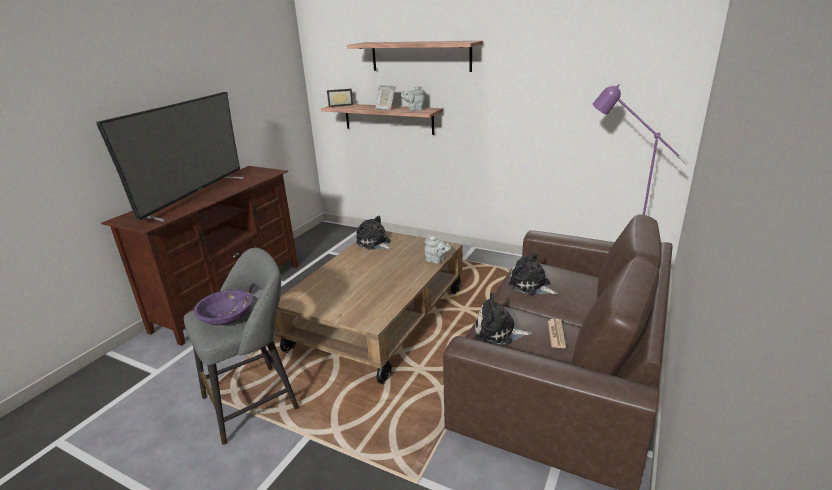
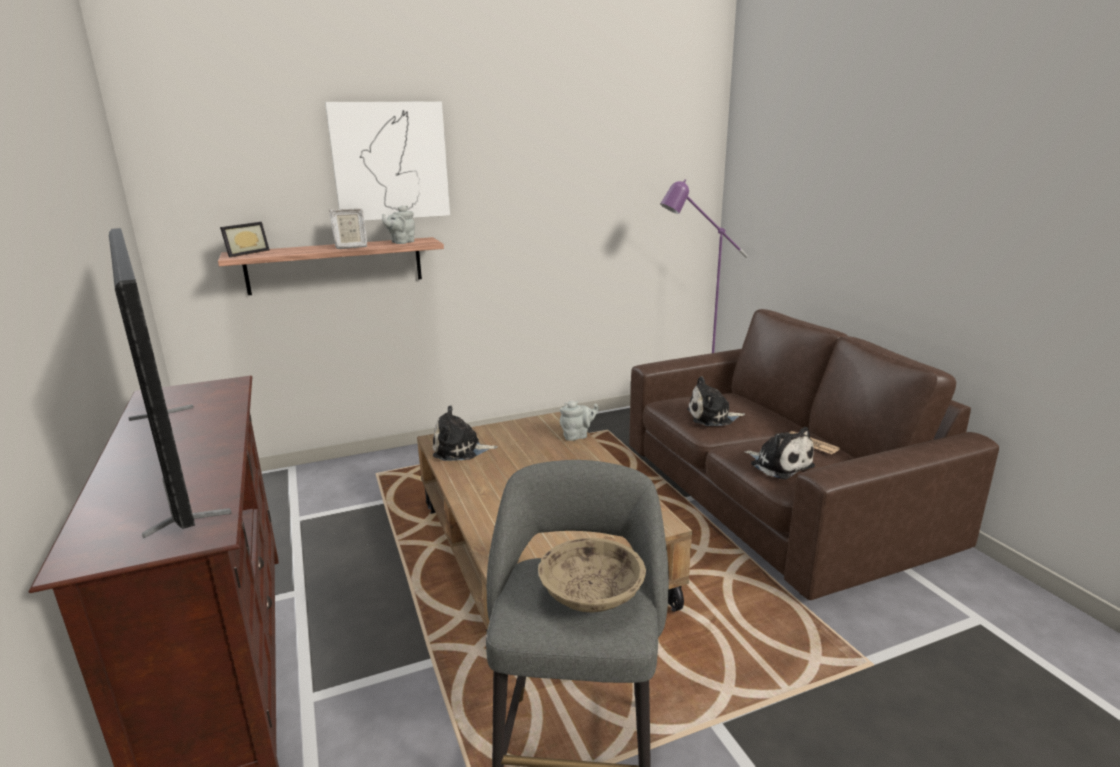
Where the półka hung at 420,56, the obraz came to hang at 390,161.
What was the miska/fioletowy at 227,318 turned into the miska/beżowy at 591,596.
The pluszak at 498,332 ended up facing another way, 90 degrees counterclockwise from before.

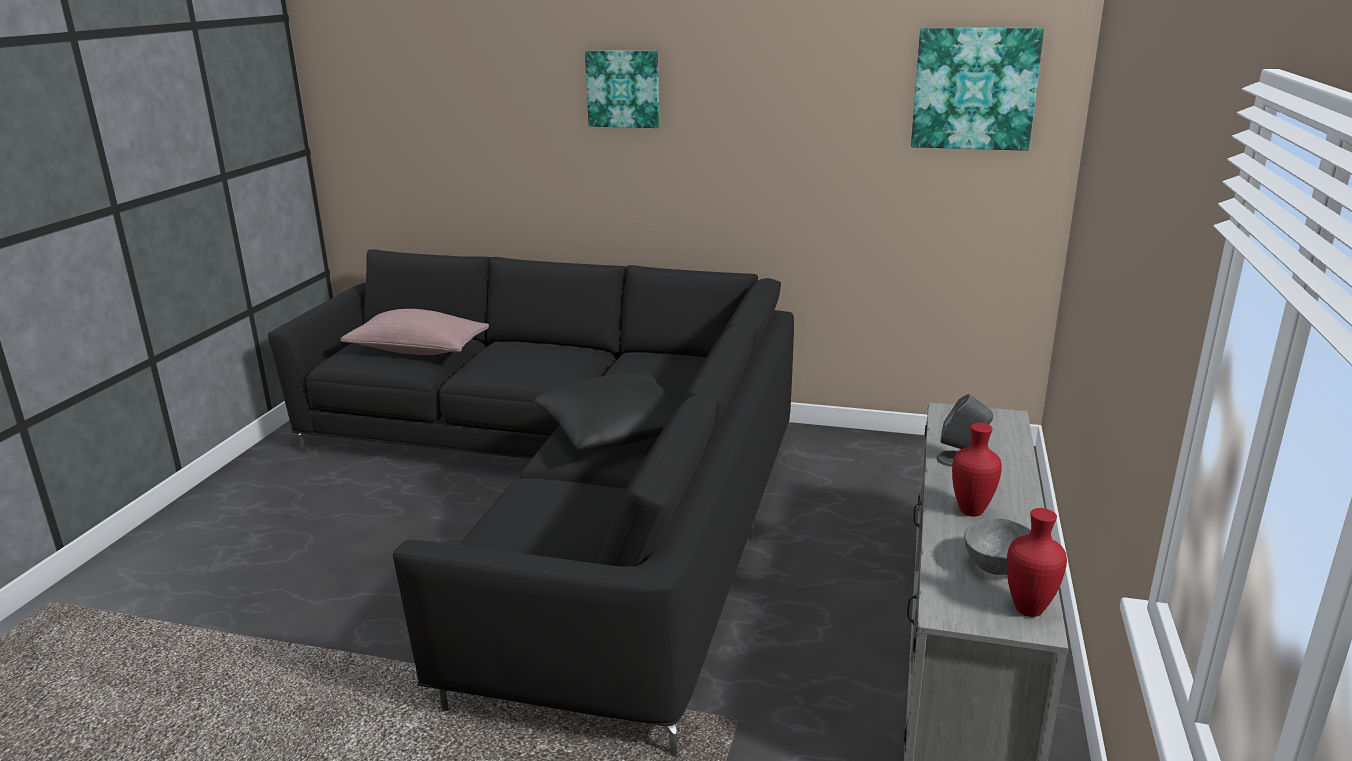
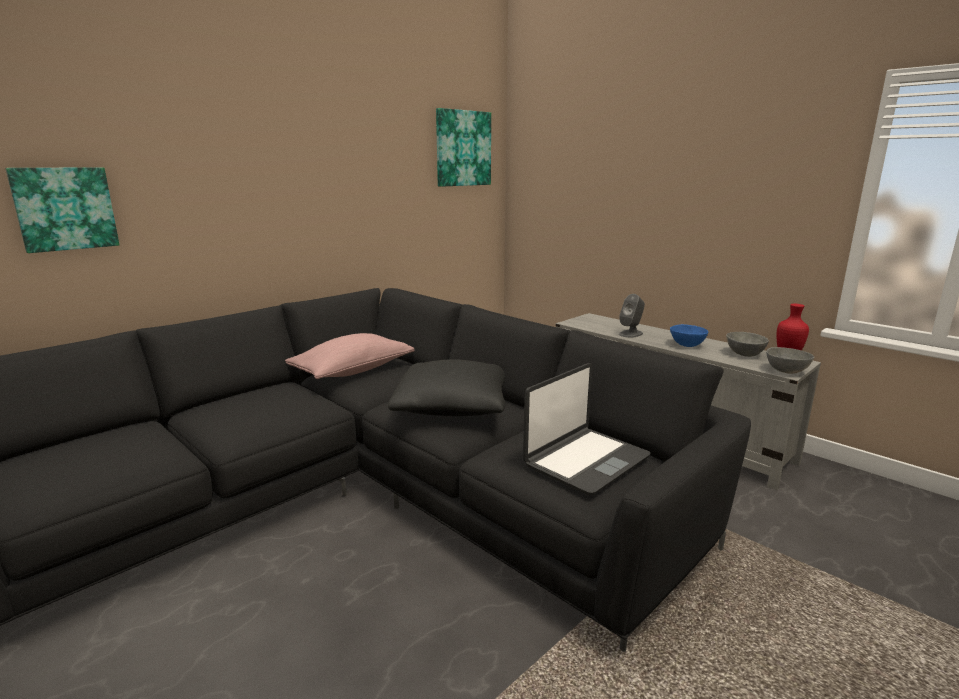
The obraz ended up elsewhere, having gone from 623,88 to 65,208.
The poduszka/różowy ended up elsewhere, having gone from 418,350 to 352,371.
Where the wazon/czerwony stood at 969,511, the miska/niebieski came to stand at 687,345.
The second view gained the miska/szary at 786,371.
The second view gained the laptop at 585,461.

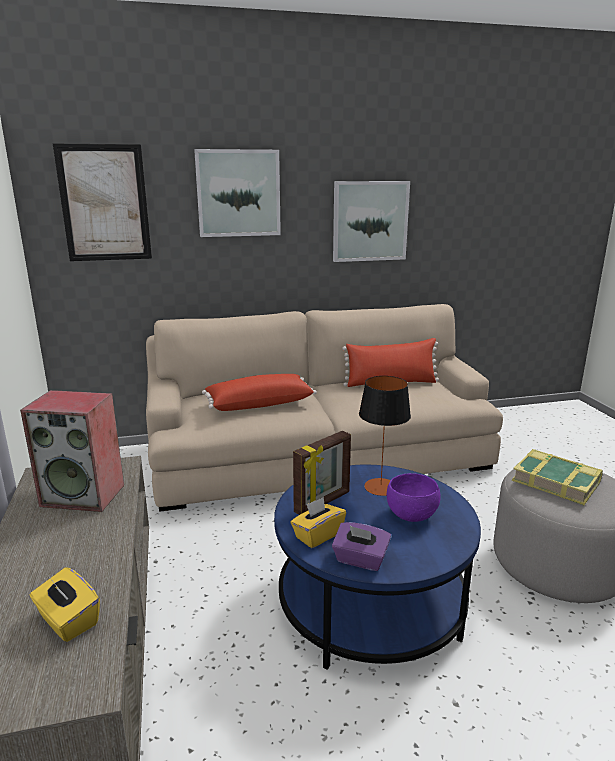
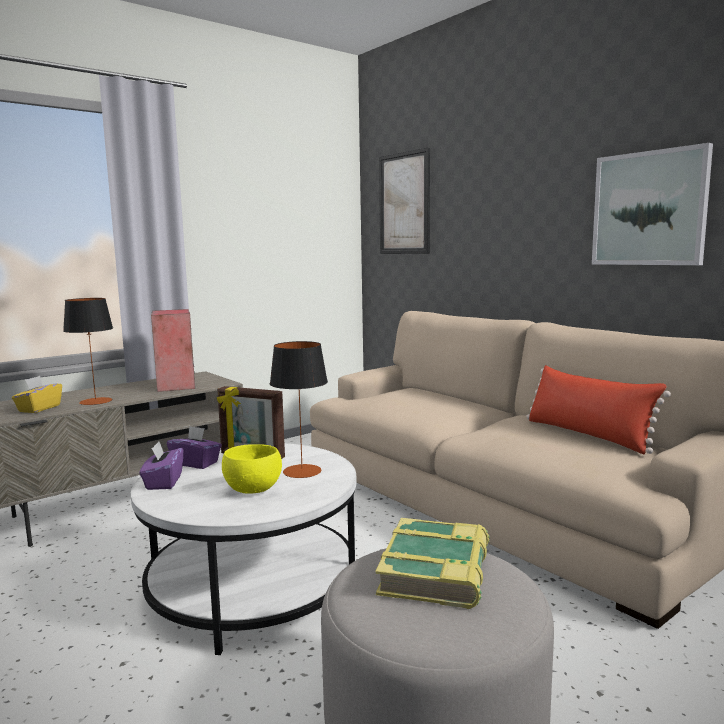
The second view lost the obraz at 238,193.
The second view lost the poduszka/czerwony at 259,403.
What was the ława/niebieski at 371,602 turned into the ława/biały at 253,587.
What was the miska/fioletowy at 412,515 turned into the miska/żółty at 254,490.
What was the pudełko chusteczek/żółty at 318,535 turned into the pudełko chusteczek/fioletowy at 196,463.
The second view gained the lampa stołowa at 95,401.

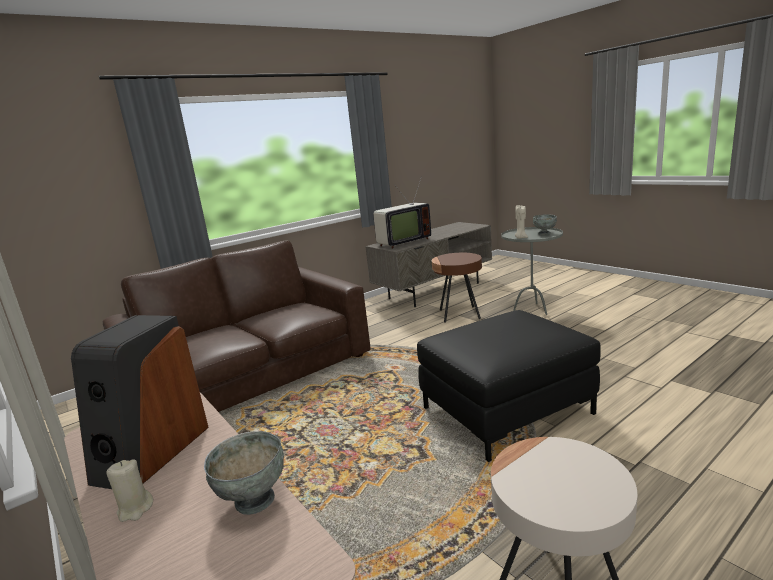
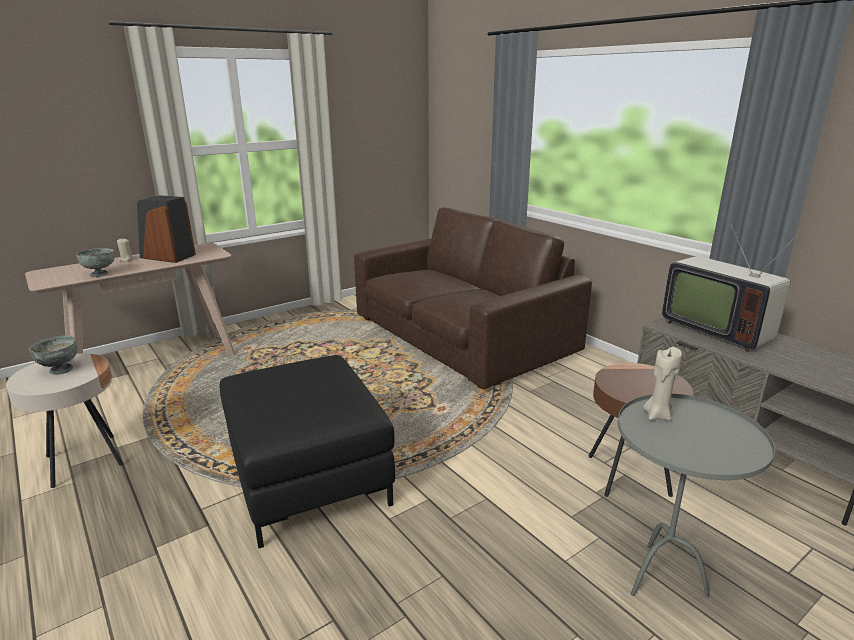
The miska/szary ended up elsewhere, having gone from 545,233 to 60,370.

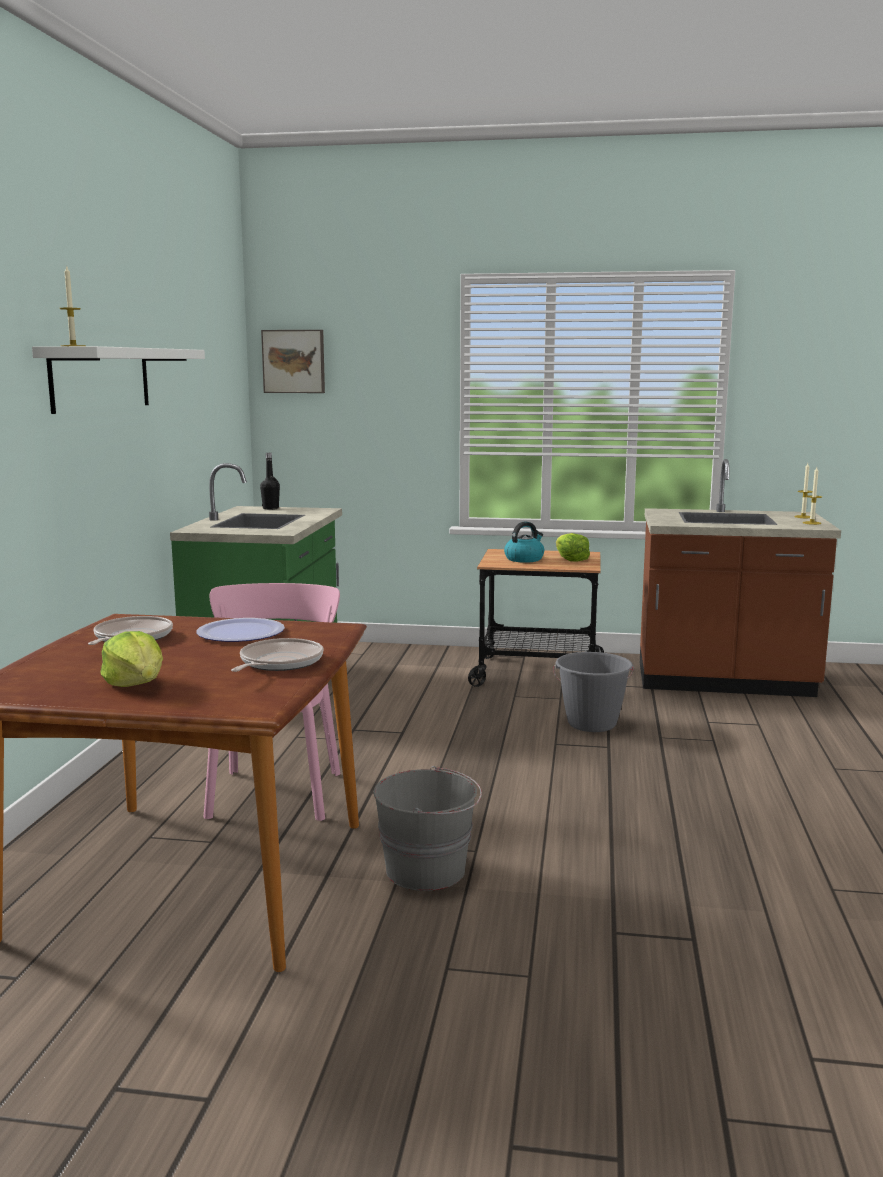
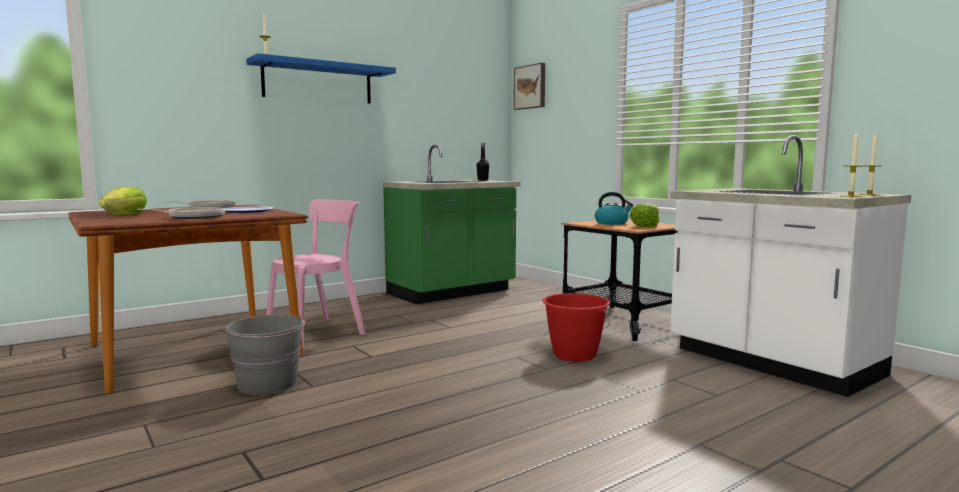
What was the półka/biały at 101,378 turned into the półka/niebieski at 318,83.
What was the zabudowa kuchenna/brązowy at 725,682 turned into the zabudowa kuchenna/biały at 771,363.
What was the wiadro/szary at 591,724 turned into the wiadro/czerwony at 574,355.

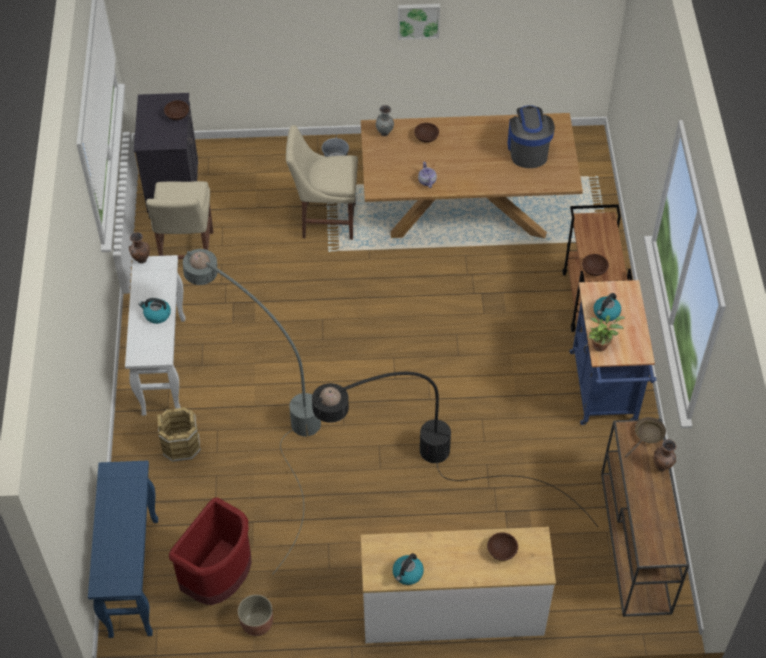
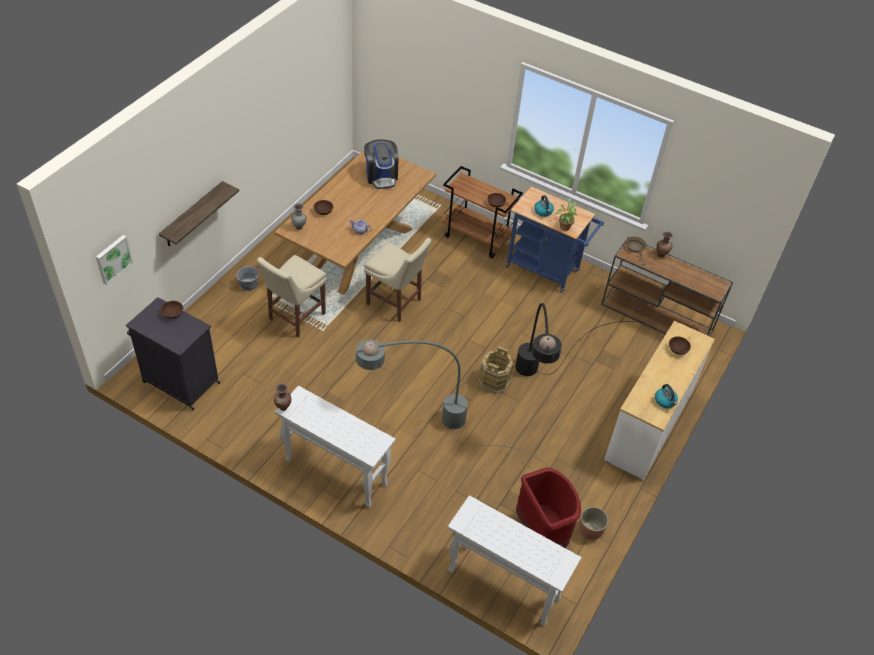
The obraz ended up elsewhere, having gone from 418,20 to 113,259.
The ekspres do kawy at 528,150 ended up facing another way, 135 degrees counterclockwise from before.
The krzesło/beżowy ended up elsewhere, having gone from 187,253 to 396,303.
The second view lost the czajnik at 157,315.
The wiadro/brązowy ended up elsewhere, having gone from 181,445 to 494,381.
What was the stolik konsolowy/niebieski at 133,576 turned into the stolik konsolowy/biały at 502,584.
The second view gained the półka at 192,215.

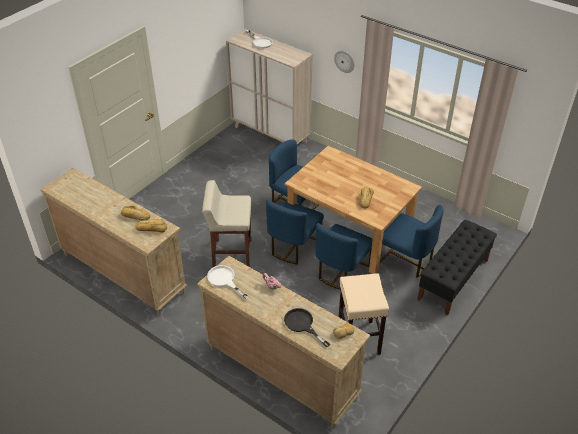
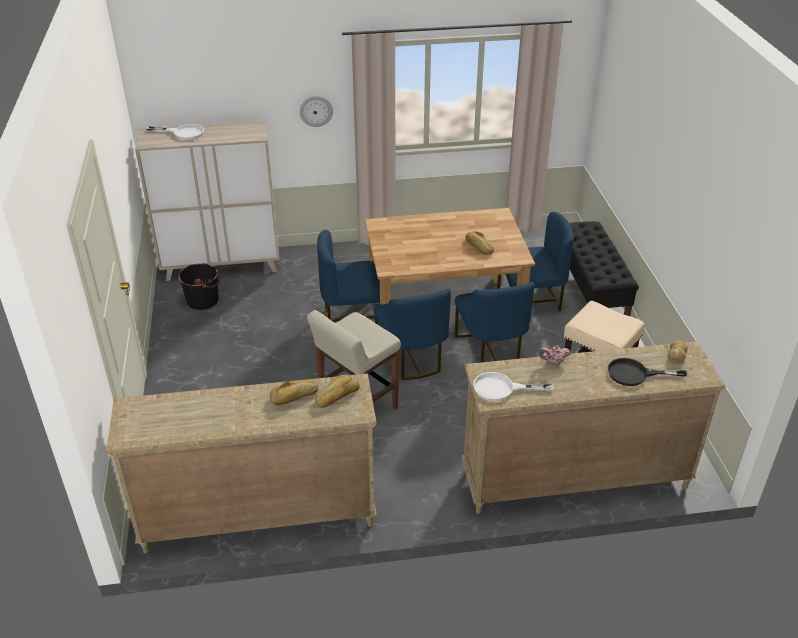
The second view gained the wiadro/czarny at 203,300.

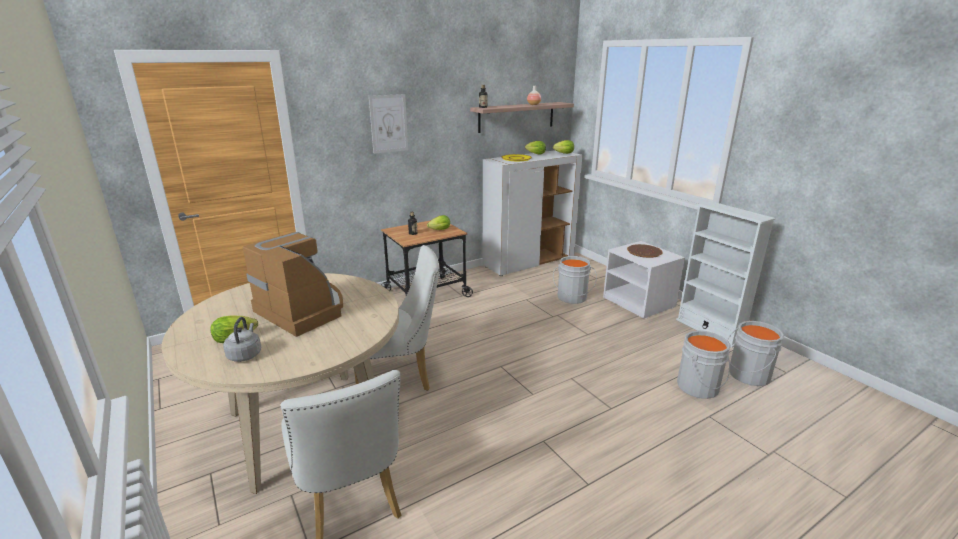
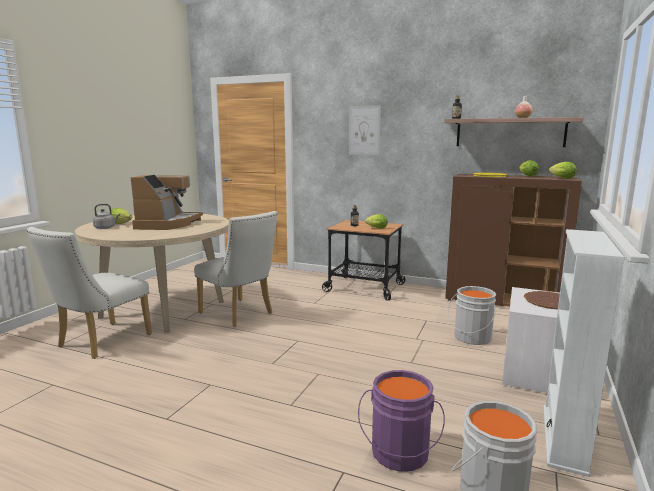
What was the szafka/biały at 529,262 turned into the szafka/brązowy at 503,302.
What was the wiadro/szary at 699,388 turned into the wiadro/fioletowy at 399,454.

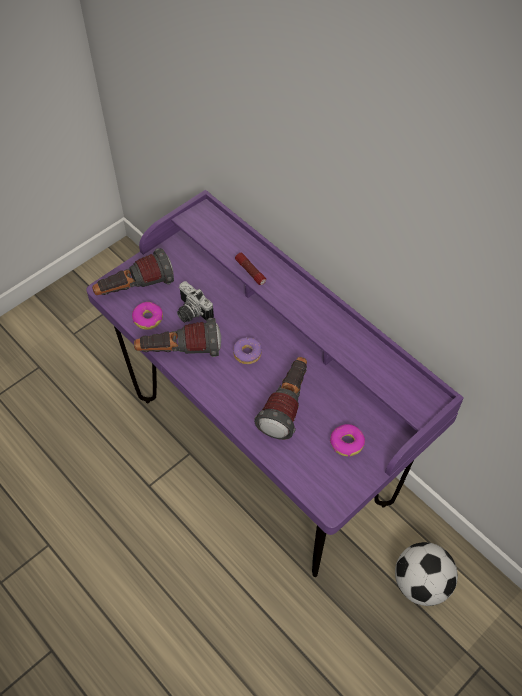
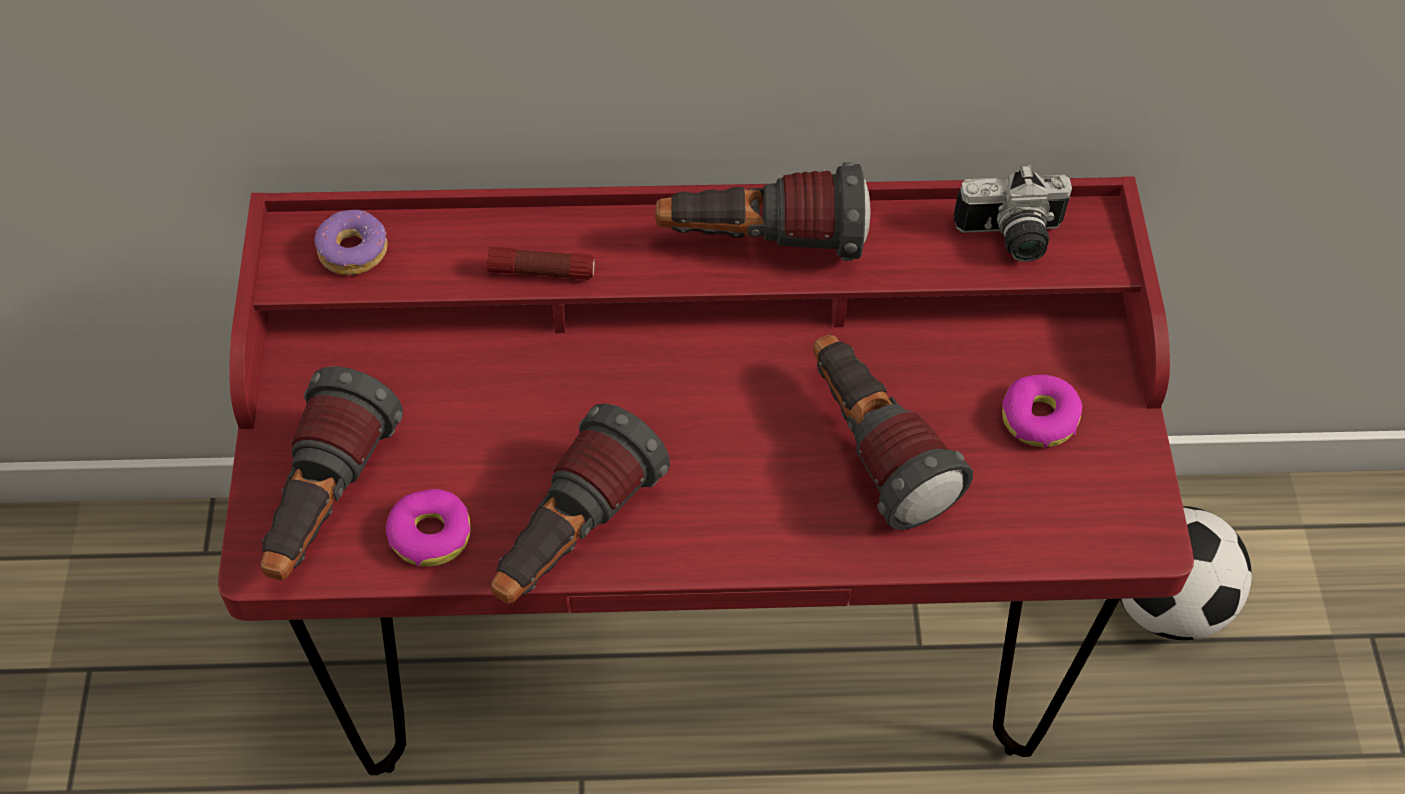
What was the biurko/fioletowy at 262,450 turned into the biurko/czerwony at 697,646.
The aparat fotograficzny ended up elsewhere, having gone from 191,312 to 1011,238.
The donut ended up elsewhere, having gone from 247,353 to 353,250.
The second view gained the latarka at 761,243.

